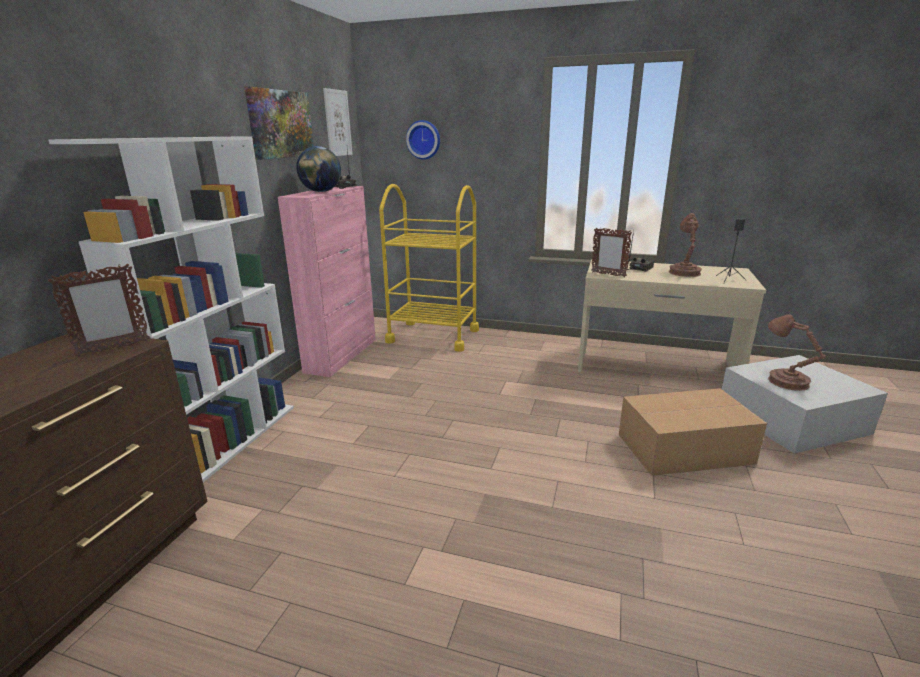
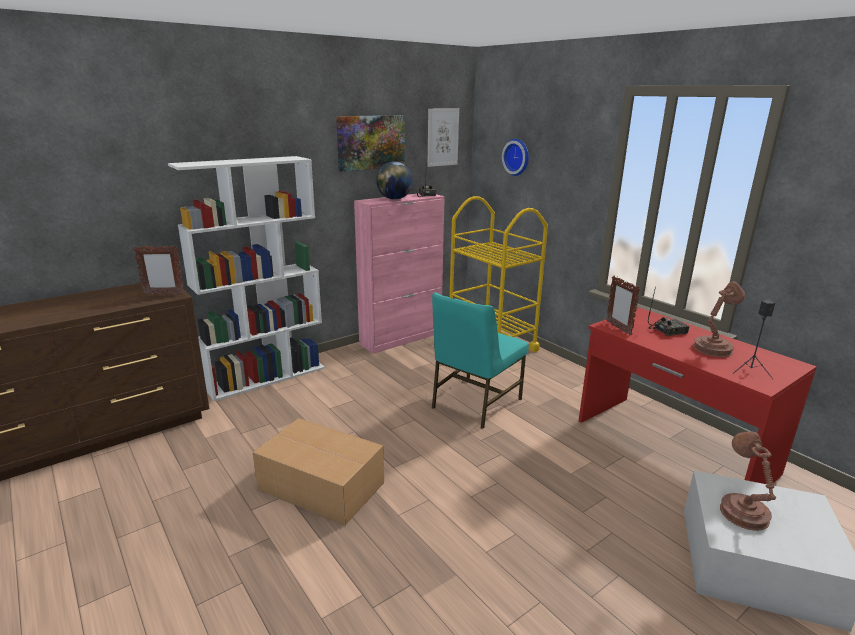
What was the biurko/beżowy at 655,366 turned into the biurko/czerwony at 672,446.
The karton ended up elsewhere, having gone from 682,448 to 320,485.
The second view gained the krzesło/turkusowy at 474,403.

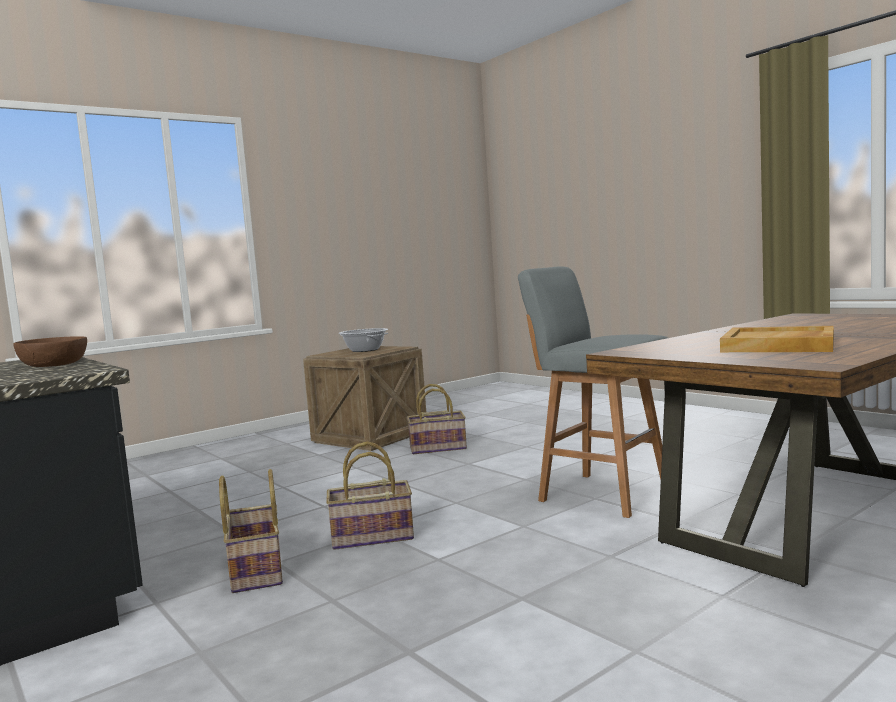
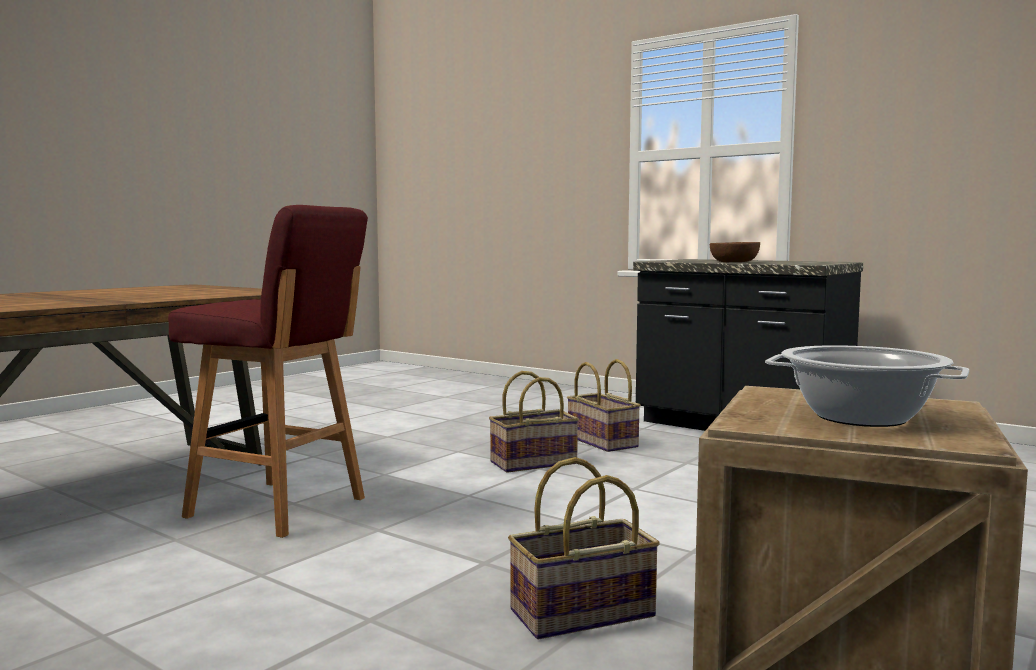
What was the stołek/szary at 601,494 turned into the stołek/czerwony at 279,508.
The second view lost the taca/beżowy at 779,345.

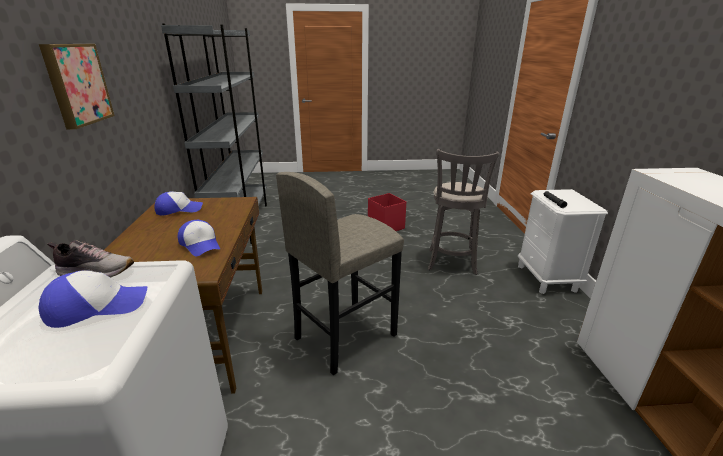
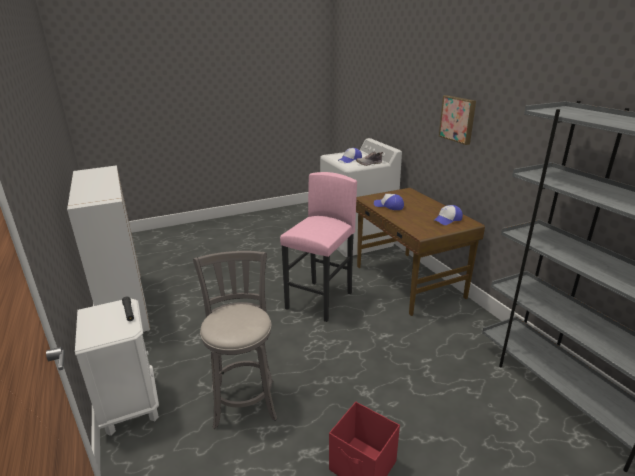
What was the stołek/szary at 344,336 turned into the stołek/różowy at 320,301.

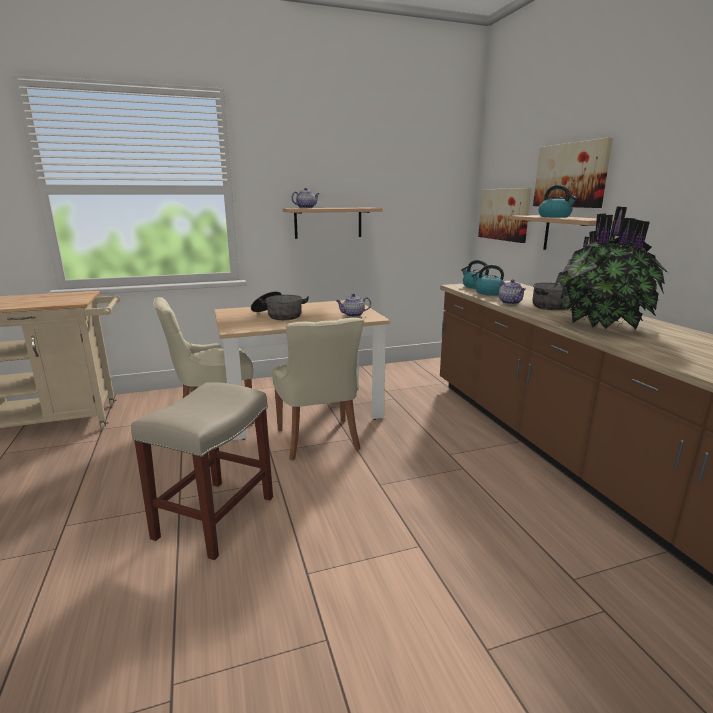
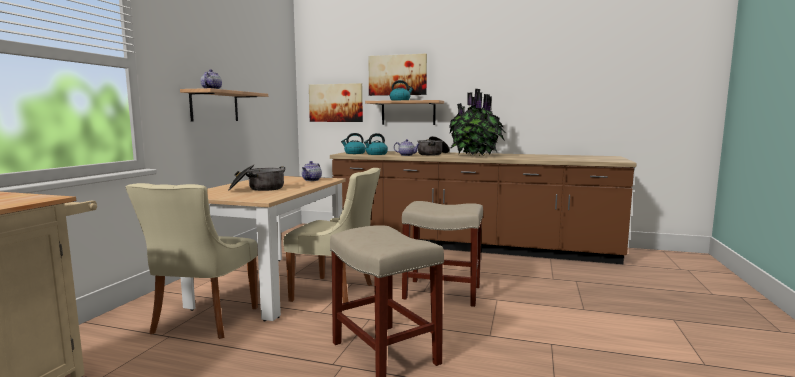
The second view gained the stołek/beżowy at 443,292.

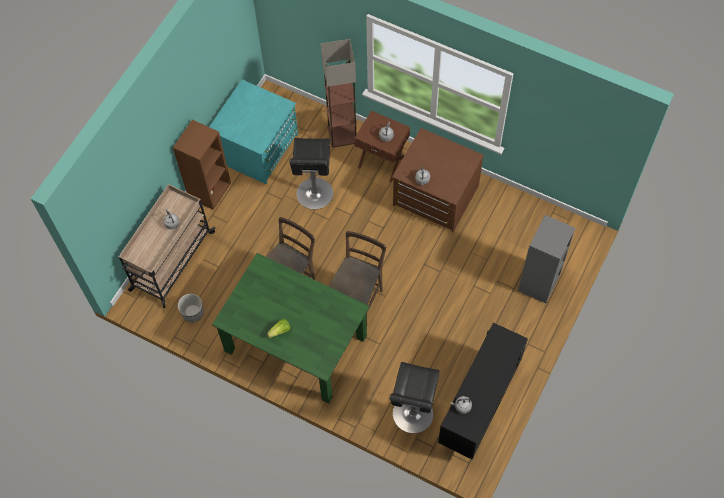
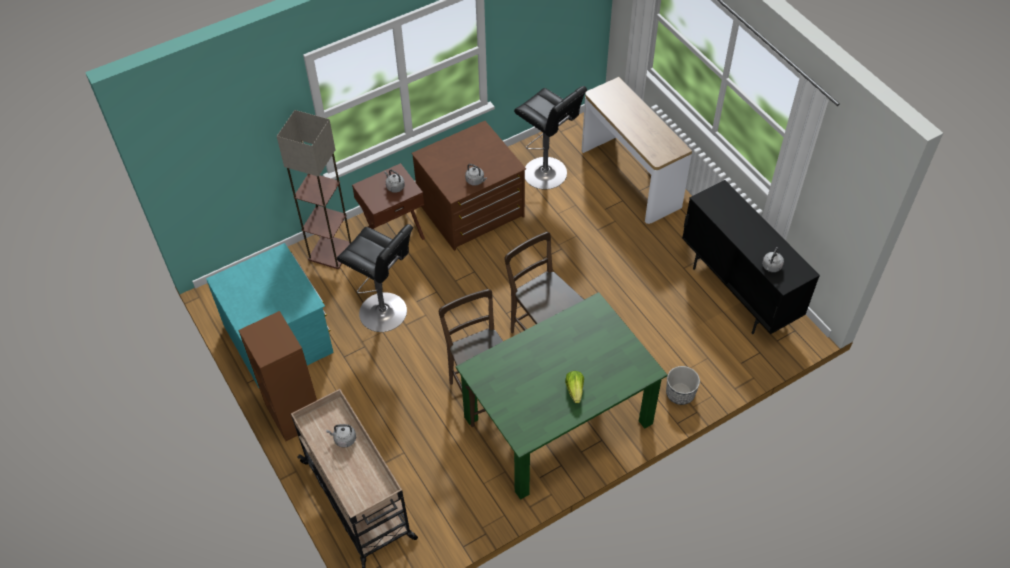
Where the regał/szary stood at 539,283, the stolik konsolowy came to stand at 630,178.
The donica ended up elsewhere, having gone from 192,313 to 680,394.
The stołek/czarny ended up elsewhere, having gone from 412,417 to 547,174.

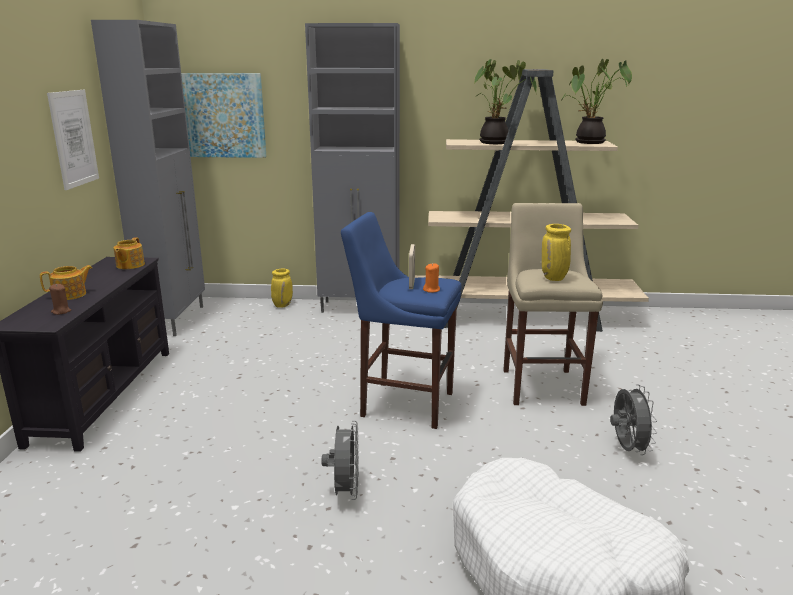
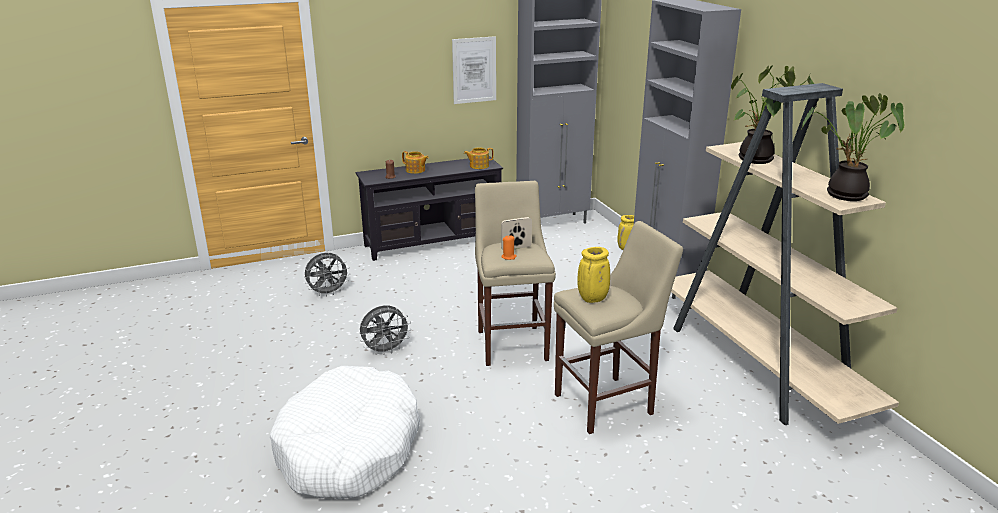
The second view lost the obraz at 224,115.
What was the stołek/niebieski at 402,403 turned into the stołek/beżowy at 512,343.
The wentylator/szary ended up elsewhere, having gone from 627,449 to 328,293.

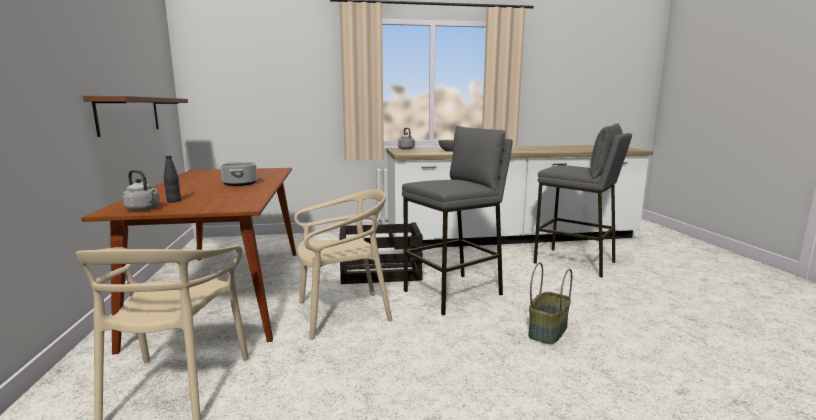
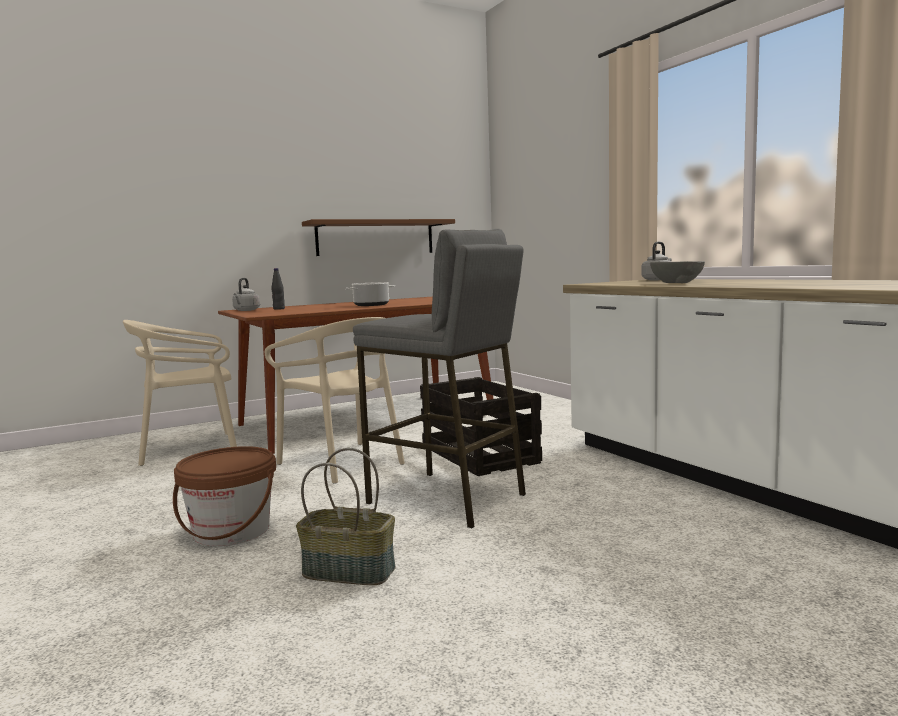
The second view lost the stołek/szary at 574,262.
The second view gained the wiadro/brązowy at 231,531.

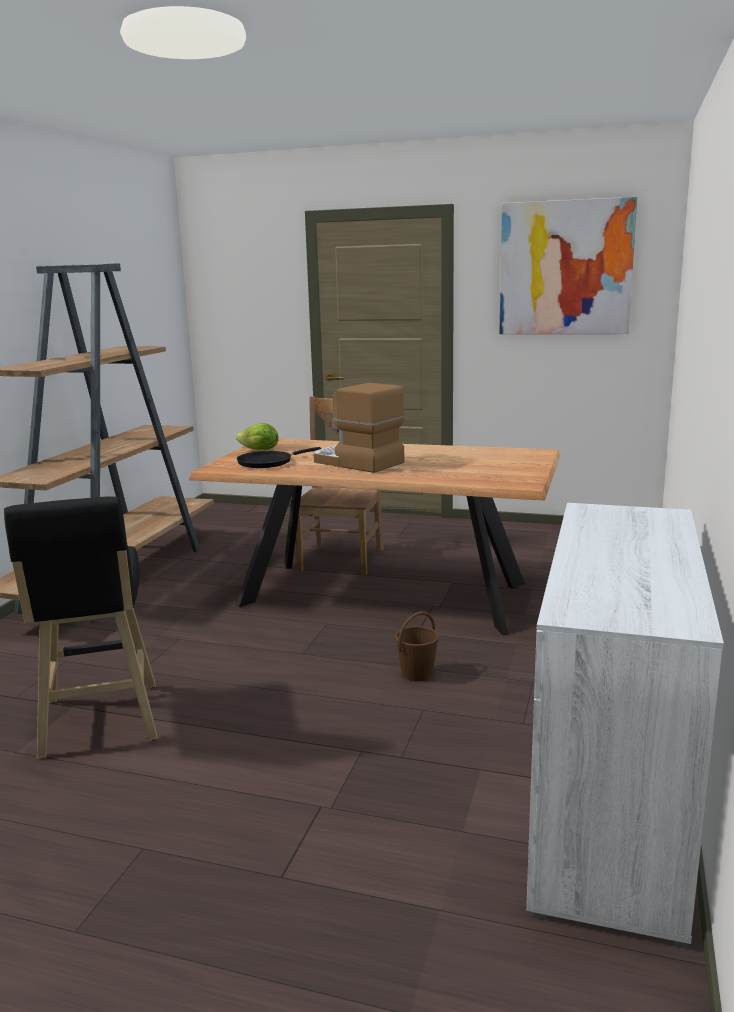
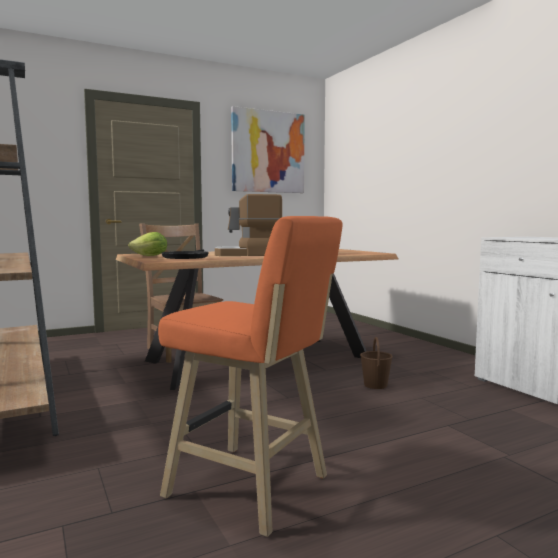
What was the stołek/czarny at 100,723 turned into the stołek/pomarańczowy at 253,489.

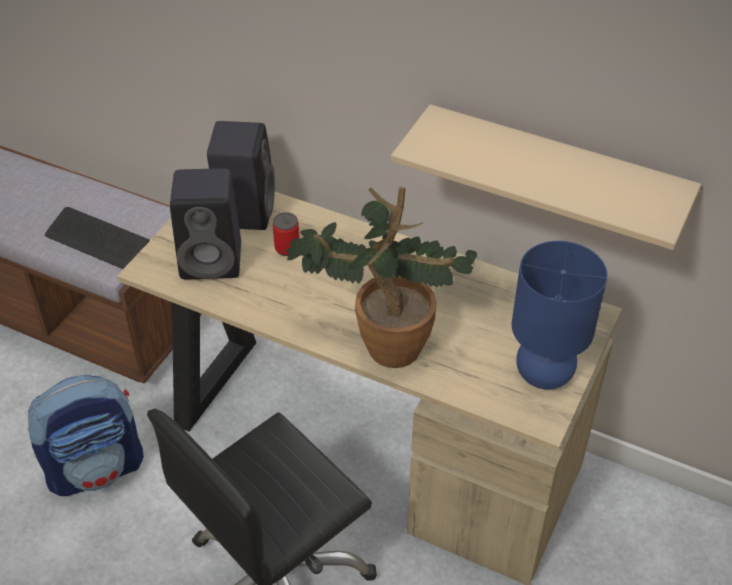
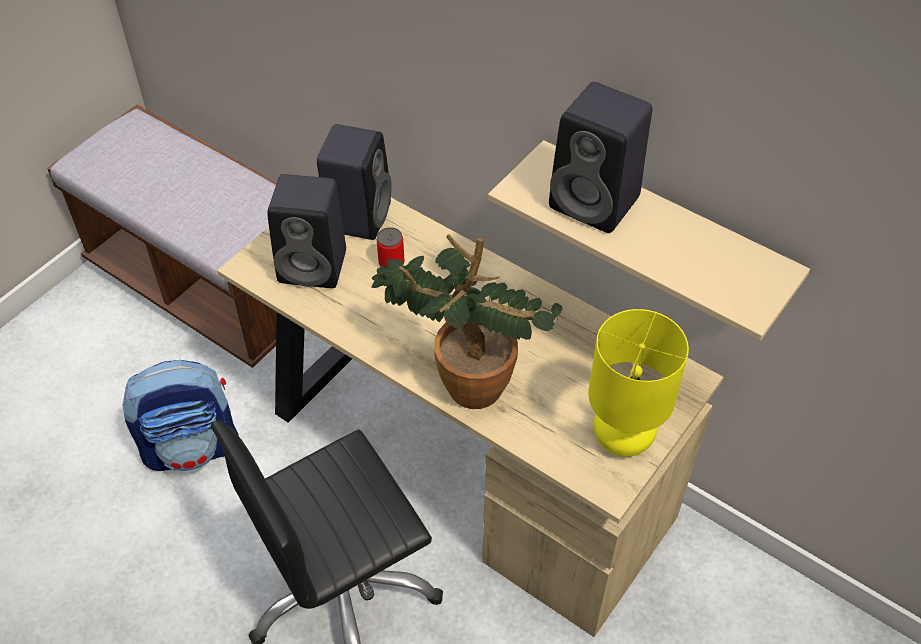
The second view lost the klawiatura at 97,240.
What was the lampa stołowa/niebieski at 543,373 turned into the lampa stołowa/żółty at 622,437.
The second view gained the głośnik/czarny at 597,203.

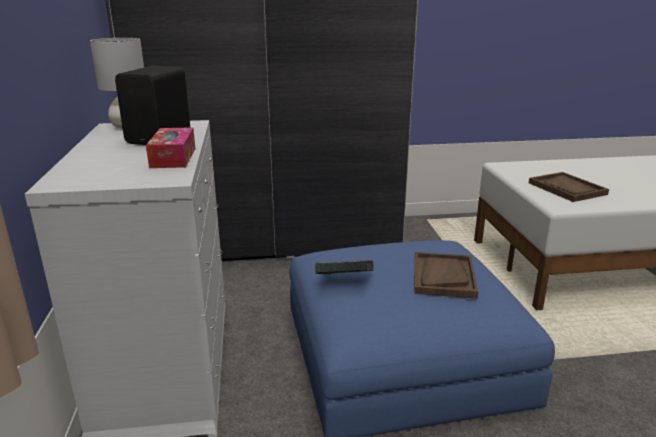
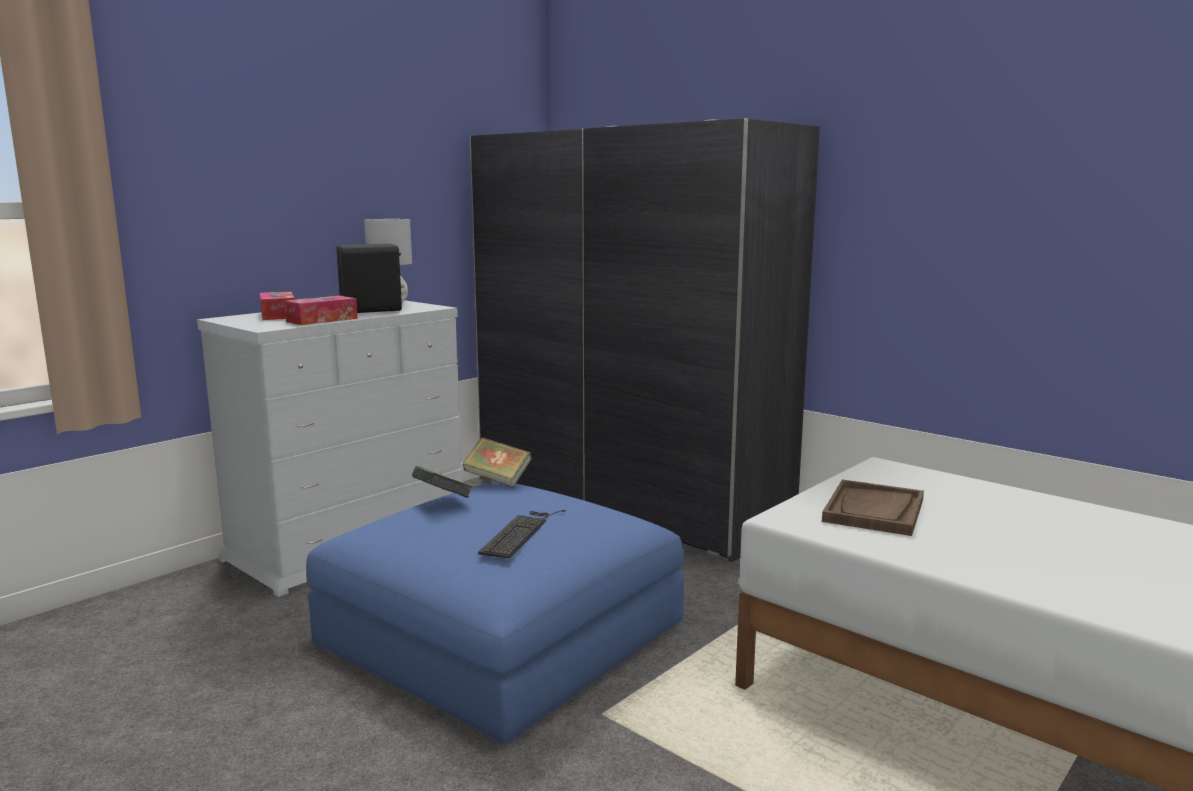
Where the taca/brązowy stood at 443,276, the klawiatura came to stand at 520,532.
The second view gained the pudełko chusteczek at 278,315.
The second view gained the książka at 497,479.

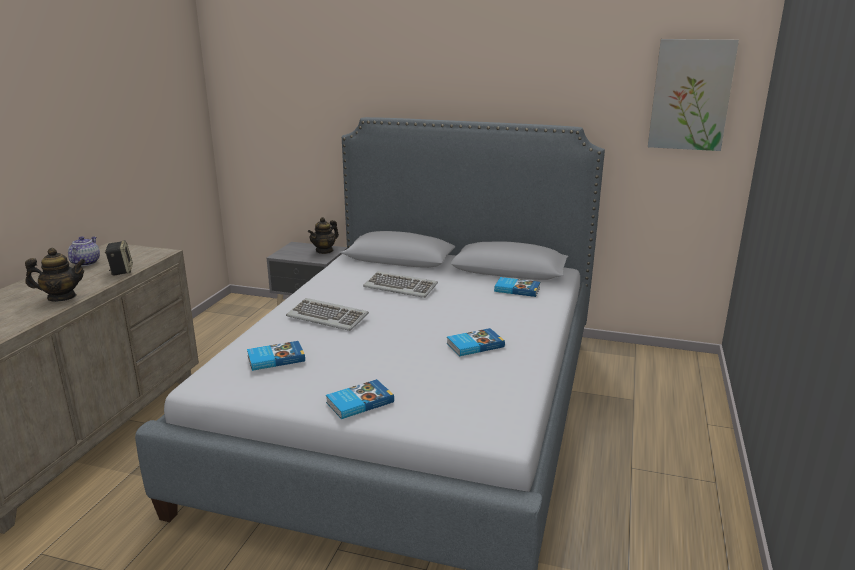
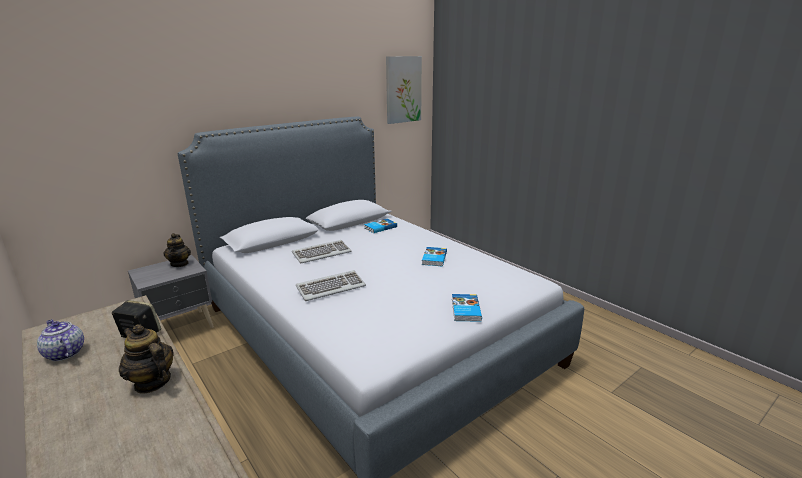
The imbryk at 62,297 ended up facing another way, 75 degrees counterclockwise from before.
The second view lost the książka at 275,358.

